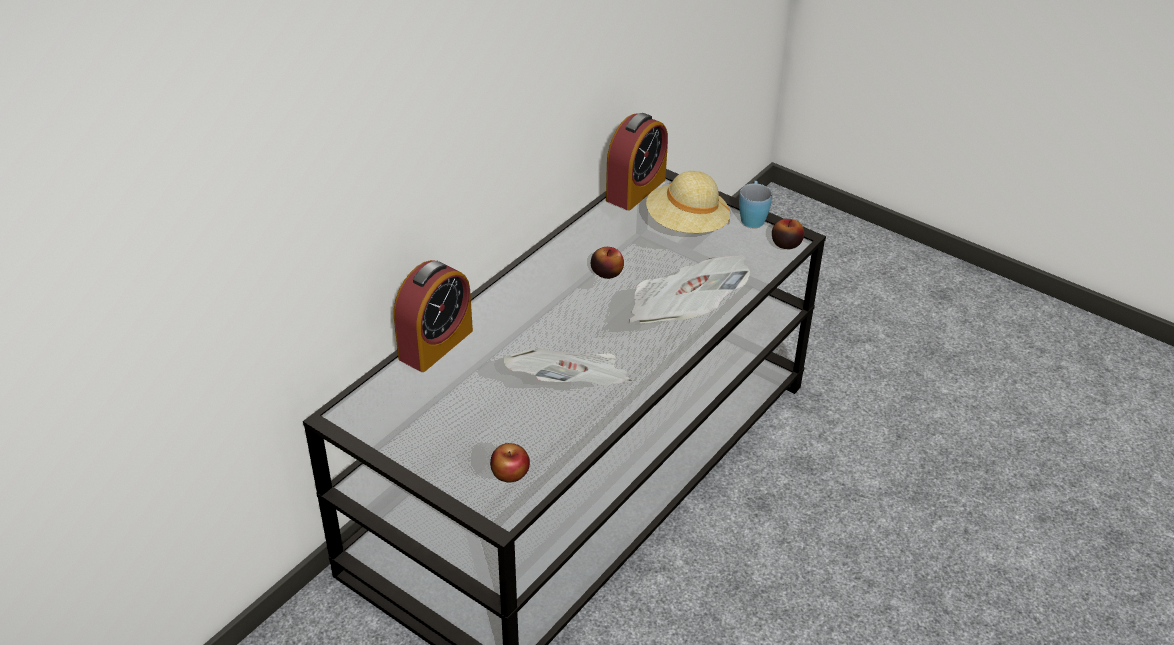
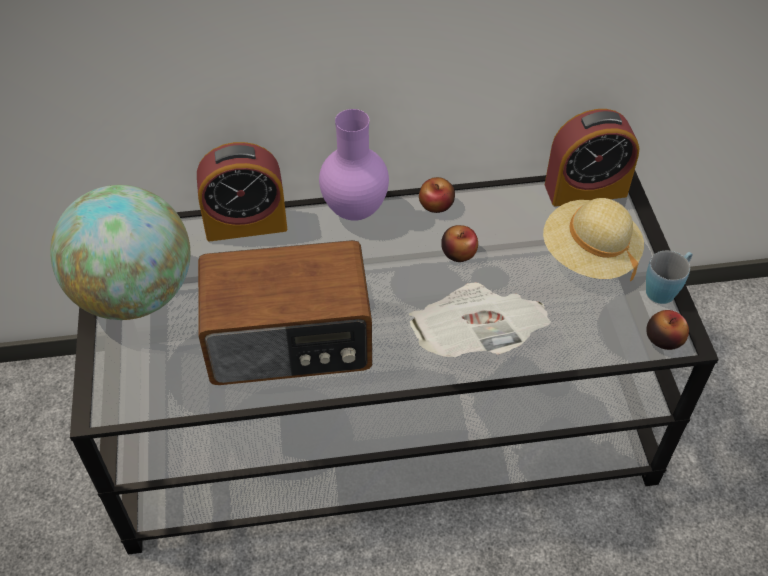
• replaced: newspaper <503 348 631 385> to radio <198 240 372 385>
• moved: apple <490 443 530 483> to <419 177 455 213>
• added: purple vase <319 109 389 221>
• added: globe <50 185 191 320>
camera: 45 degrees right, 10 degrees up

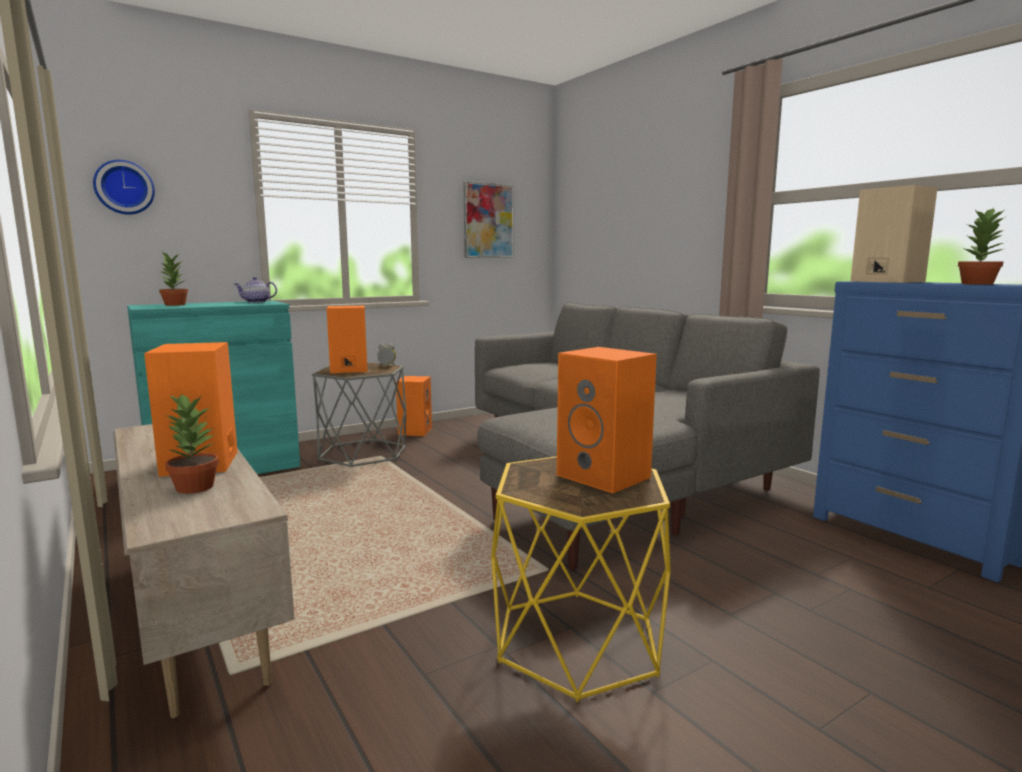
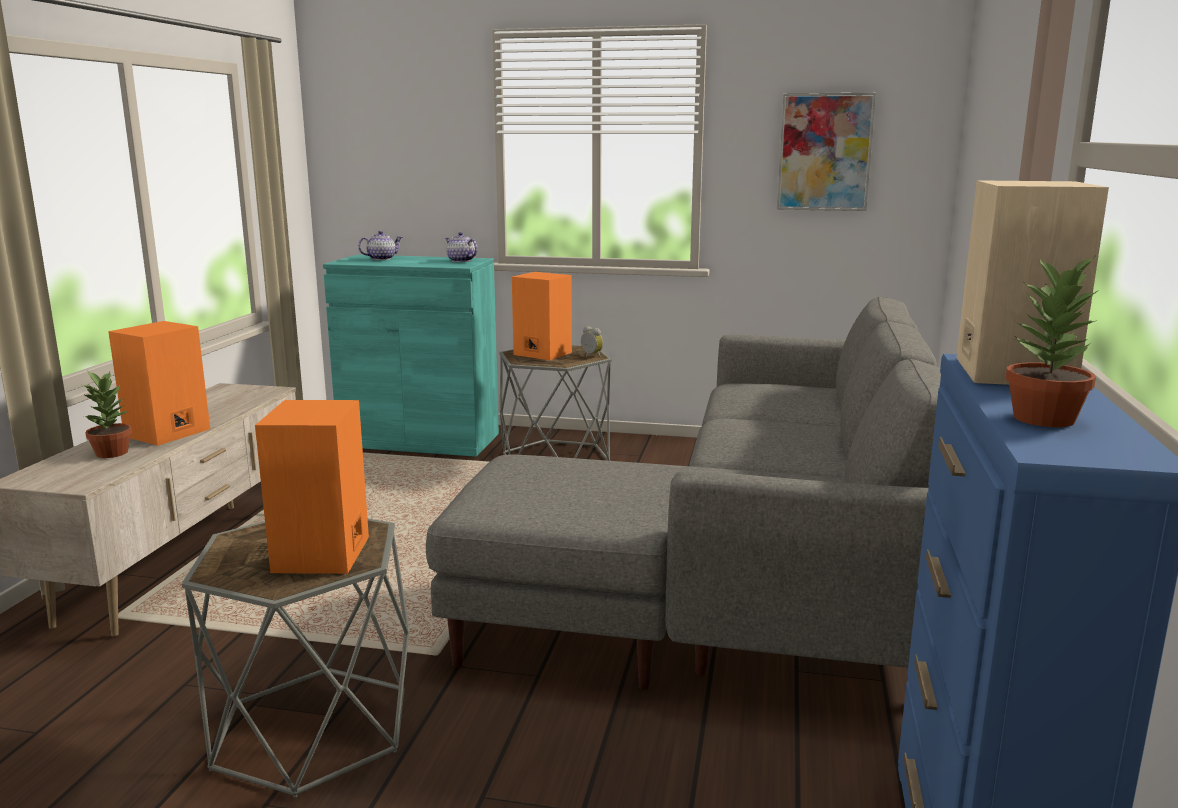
• removed: wall clock <93 160 155 215>
• replaced: potted plant <158 252 188 306> to teapot <358 231 403 260>
• removed: orange speaker <396 376 432 436>
• recoloured: yellow side table <491 456 671 702> to grey side table <182 519 409 798>
camera: 45 degrees right, 5 degrees up

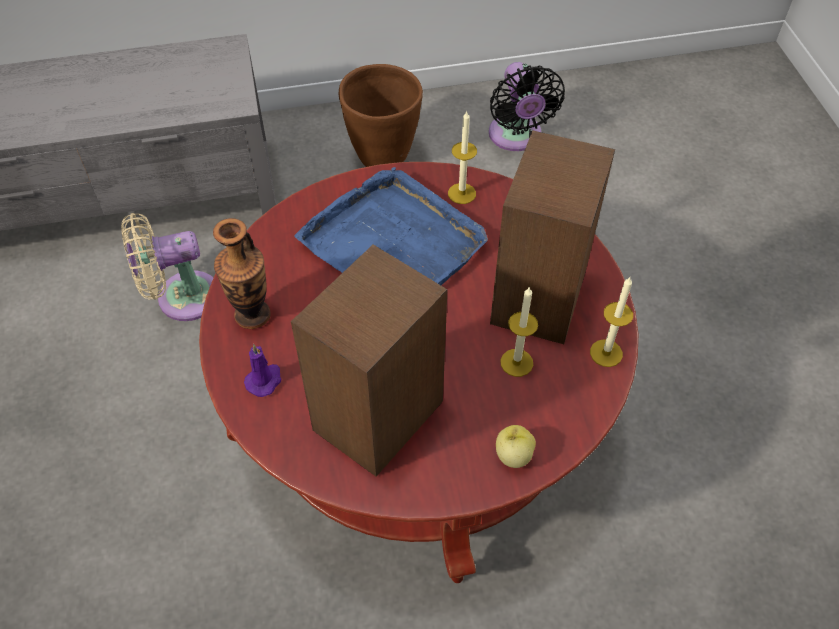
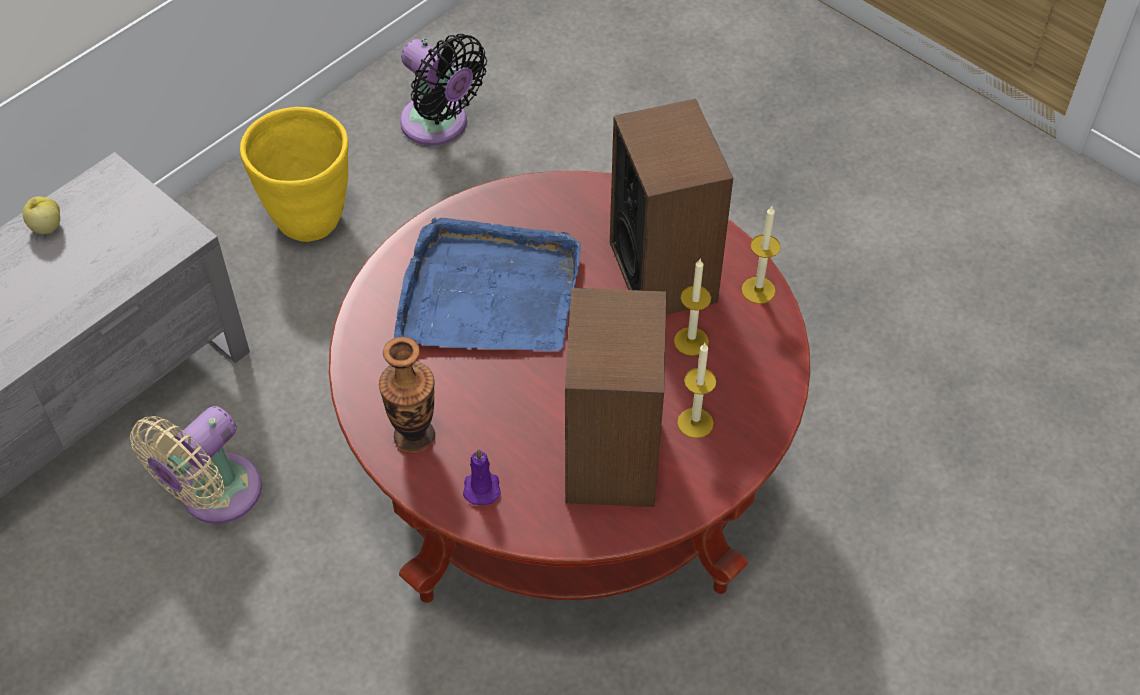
• recoloured: brown planter <339 64 423 167> to yellow planter <240 107 348 242>
• moved: candle <448 110 477 204> to <677 343 716 438>
• moved: apple <496 425 536 468> to <22 196 60 234>
camera: 35 degrees left, 0 degrees up

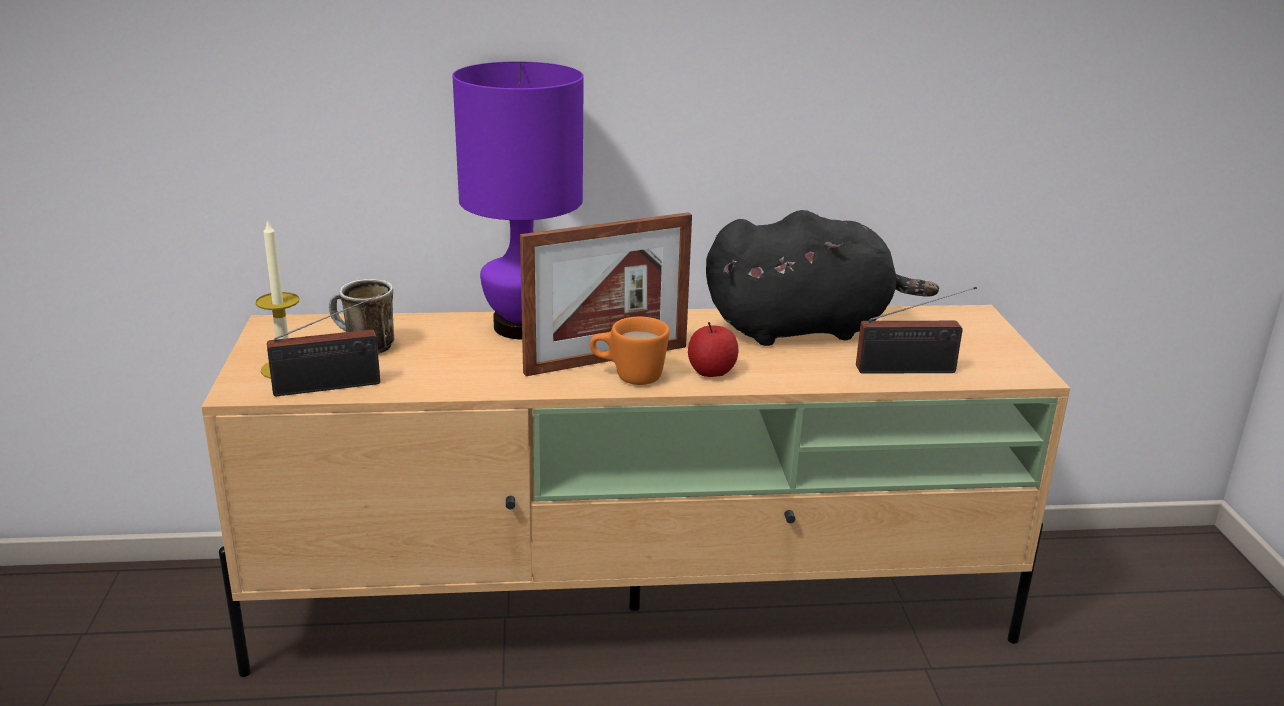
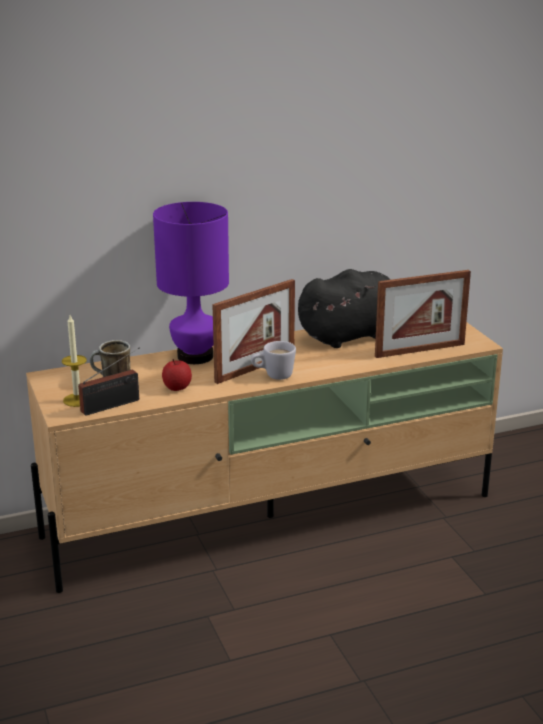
• replaced: radio <856 287 977 374> to picture frame <375 270 471 358>
• recoloured: orange mug <590 317 670 385> to white mug <251 341 296 380>
• moved: apple <688 322 739 377> to <162 359 192 391>
camera: 15 degrees left, 0 degrees up

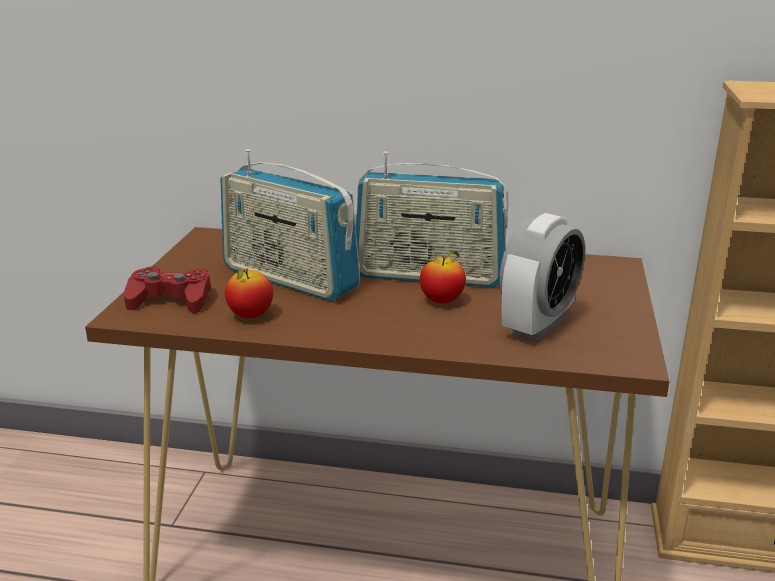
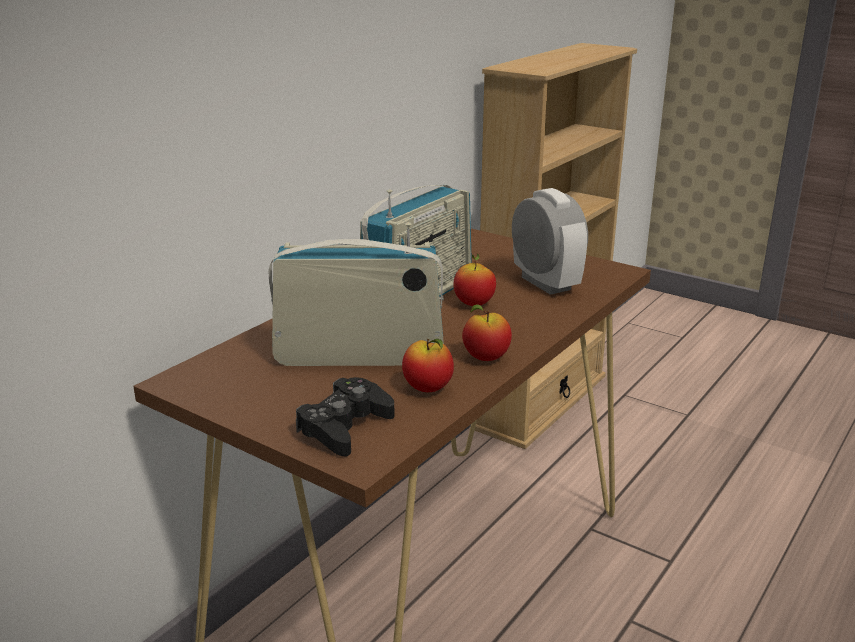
• turned: radio <220 149 360 301> = <268 222 444 366> 150 degrees counterclockwise
• recoloured: red game controller <124 267 211 313> to black game controller <296 377 395 456>
• added: apple <462 304 512 361>
camera: 65 degrees left, 0 degrees up

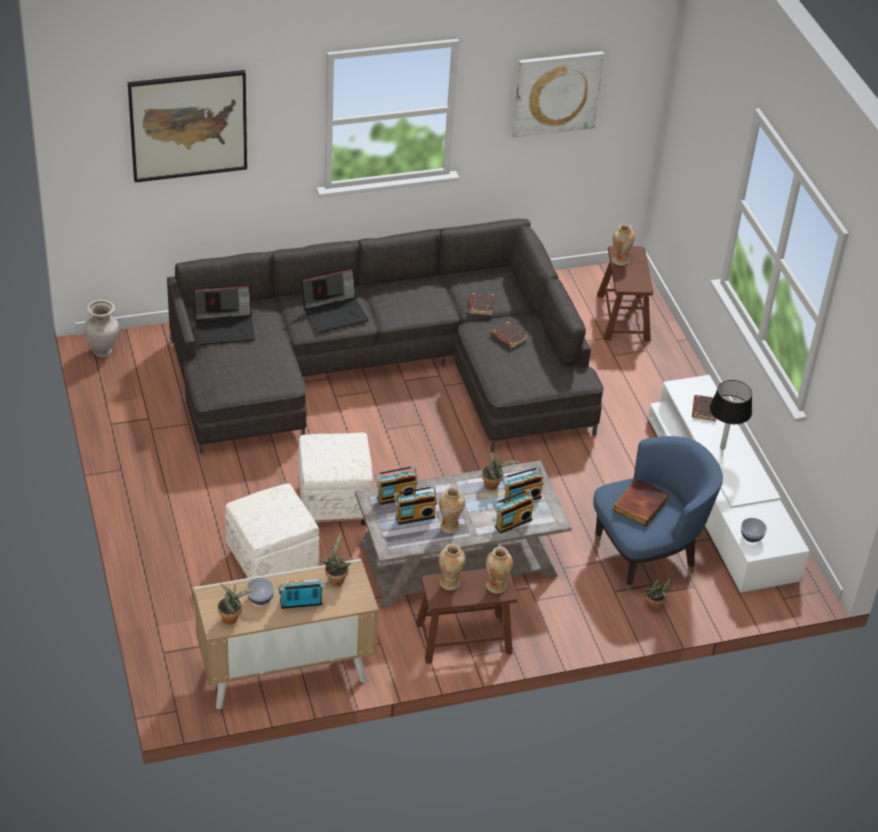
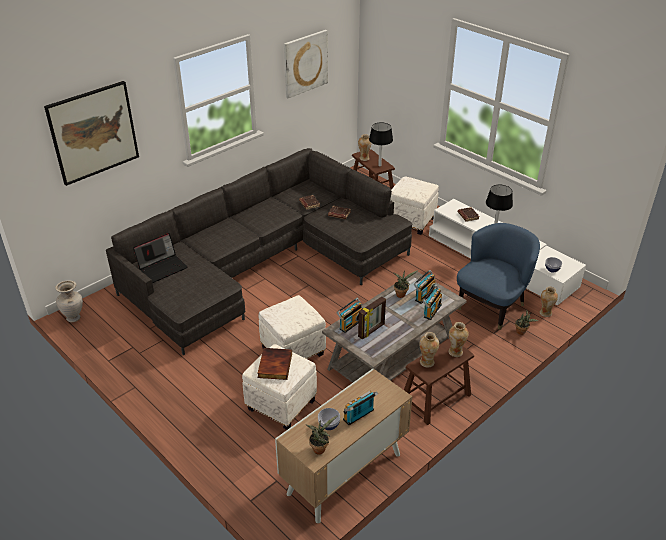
• removed: laptop <301 267 369 333>
• moved: book <612 478 669 527> to <257 348 292 380>
• replaced: radio <394 486 438 525> to picture frame <358 296 386 340>
• moved: vase <439 487 465 533> to <540 287 558 317>
• removed: potted plant <320 533 351 586>
• added: black table lamp <369 122 393 167>
• added: white ottoman <390 177 439 235>
camera: 25 degrees left, 5 degrees down

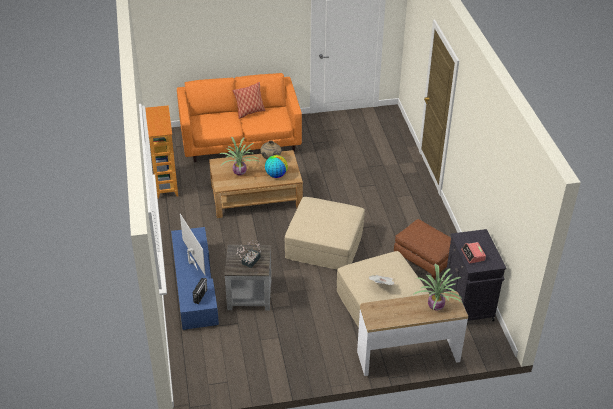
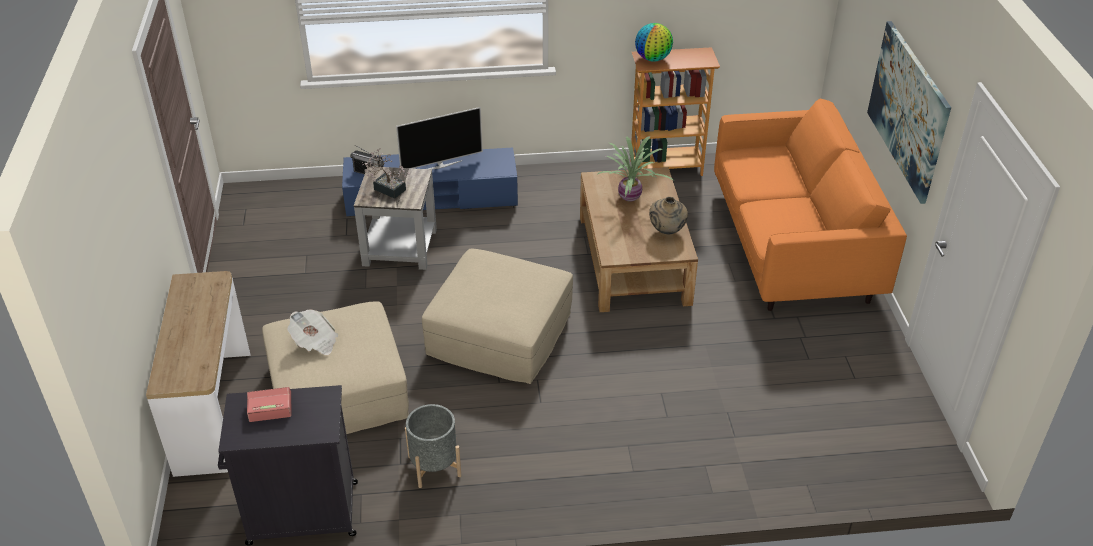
• removed: pillow <233 82 266 119>
• moved: globe <265 155 288 178> to <635 23 673 62>
• replaced: brown ottoman <394 219 451 280> to grey planter <405 404 461 488>
• removed: potted plant <413 264 462 310>
• added: picture <867 21 951 204>
camera: 95 degrees right, 0 degrees up

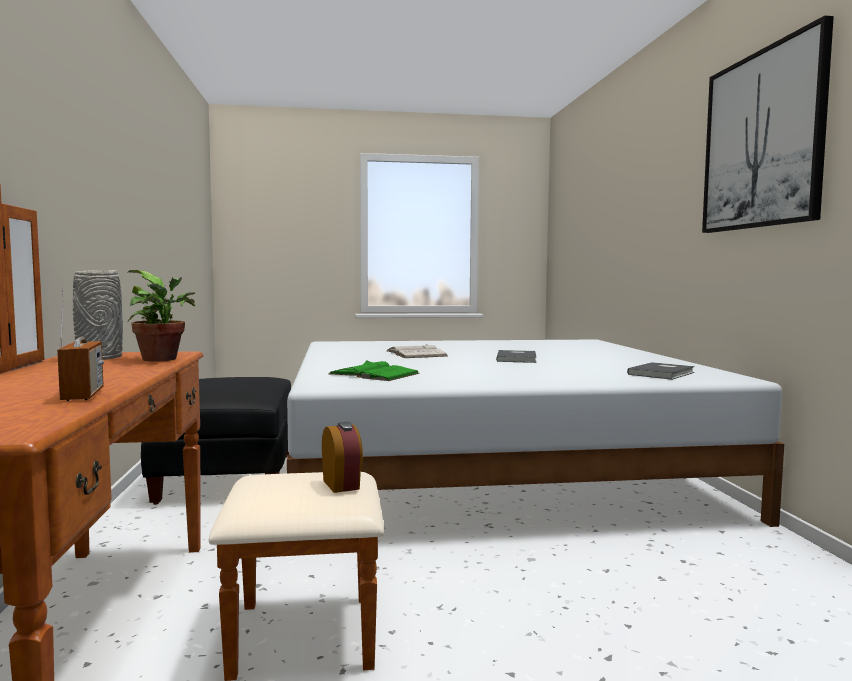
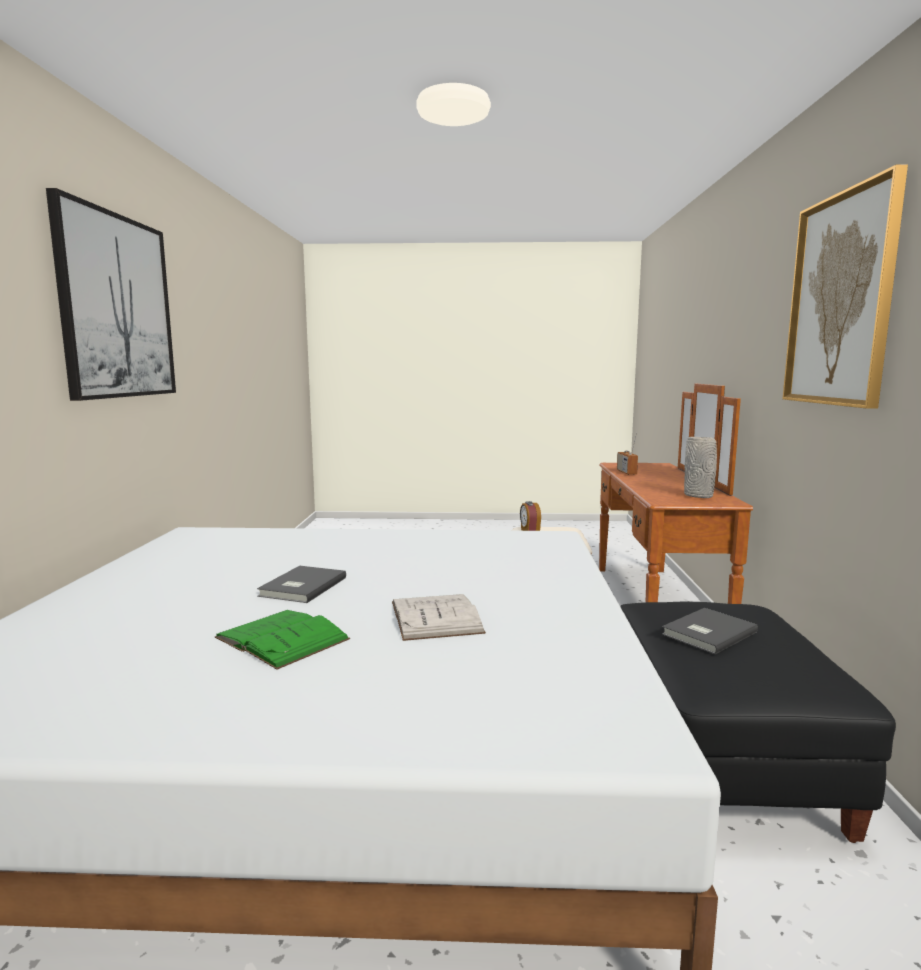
• removed: potted plant <127 270 195 362>
• moved: green book <329 360 420 381> to <215 610 350 670>
• moved: grey book <627 362 695 380> to <662 608 758 654>
• added: picture <783 164 908 409>
camera: 170 degrees left, 5 degrees up

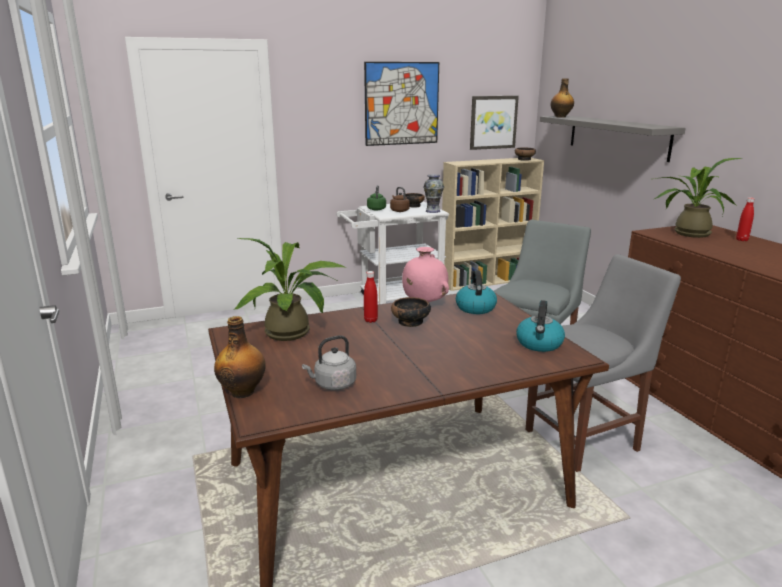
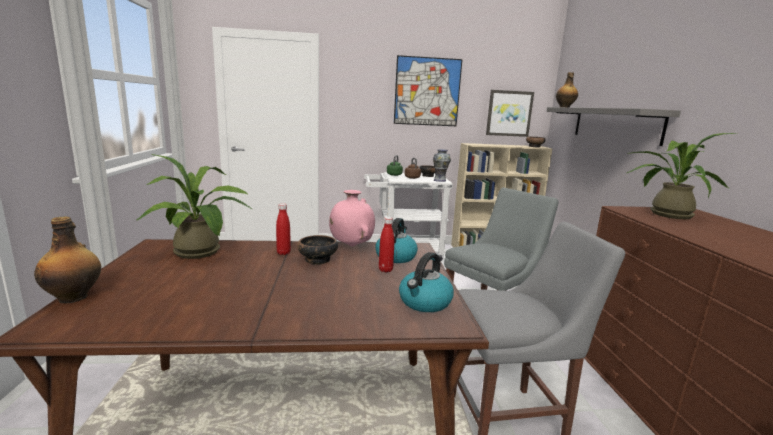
• moved: red bottle <736 197 755 241> to <379 217 394 272>
• removed: grey kettle <302 335 356 390>
camera: 15 degrees right, 5 degrees down

